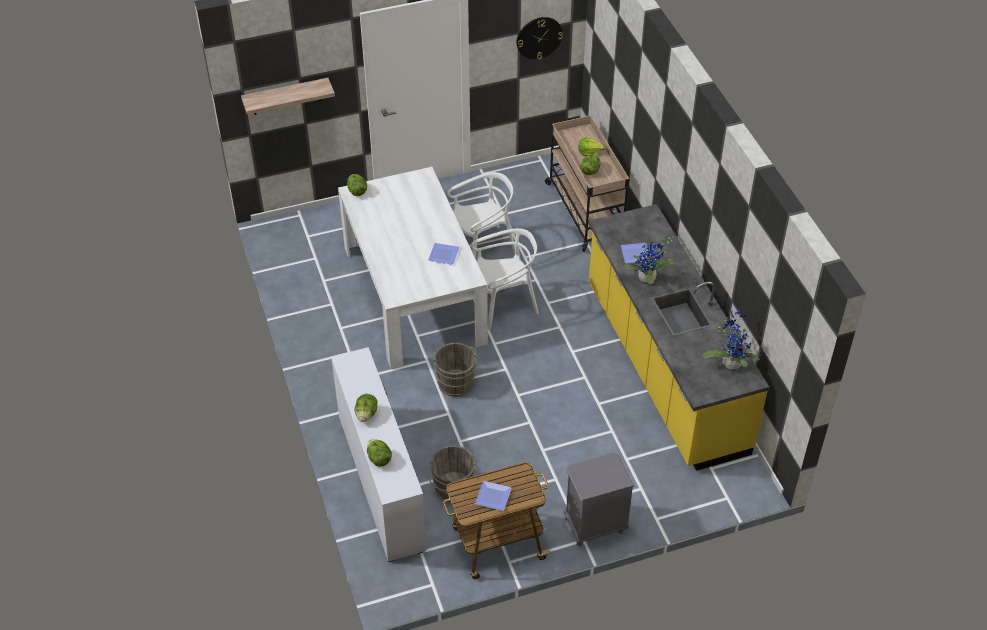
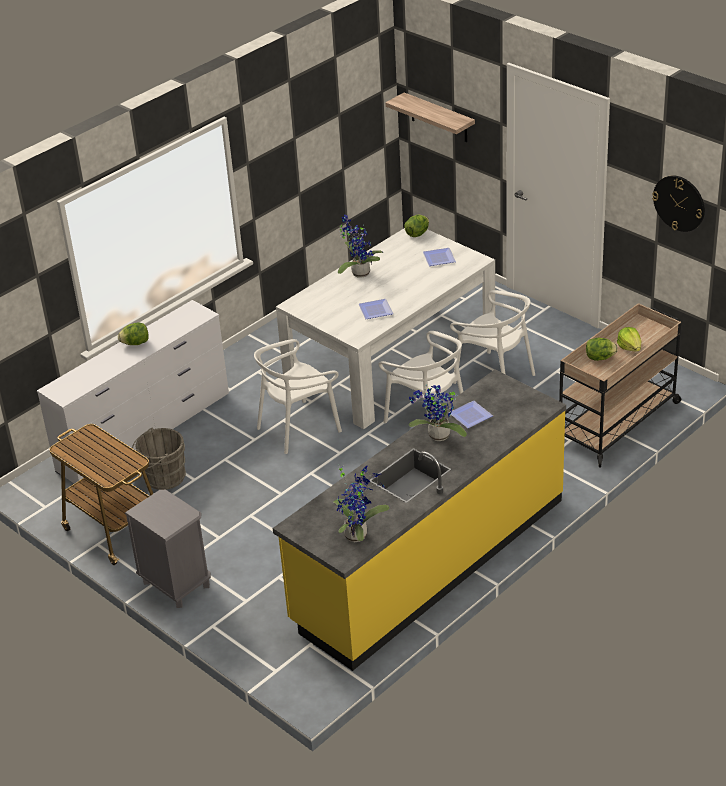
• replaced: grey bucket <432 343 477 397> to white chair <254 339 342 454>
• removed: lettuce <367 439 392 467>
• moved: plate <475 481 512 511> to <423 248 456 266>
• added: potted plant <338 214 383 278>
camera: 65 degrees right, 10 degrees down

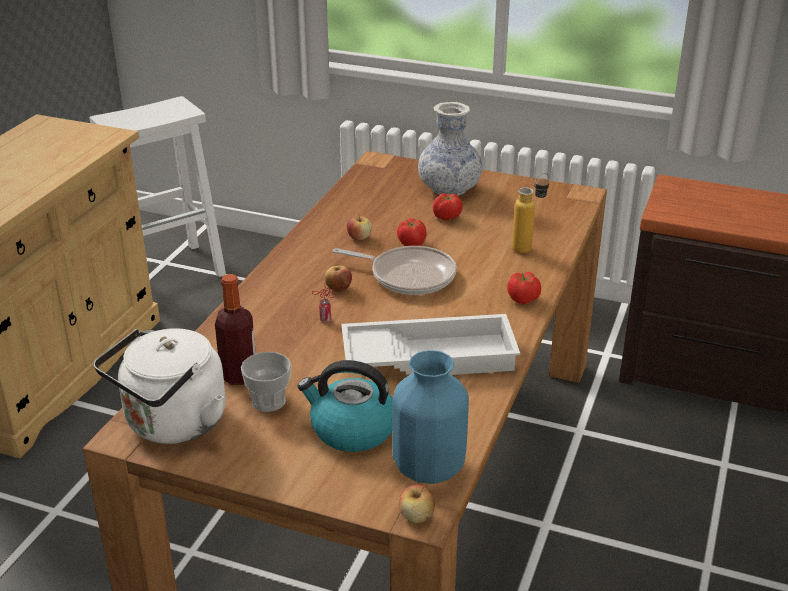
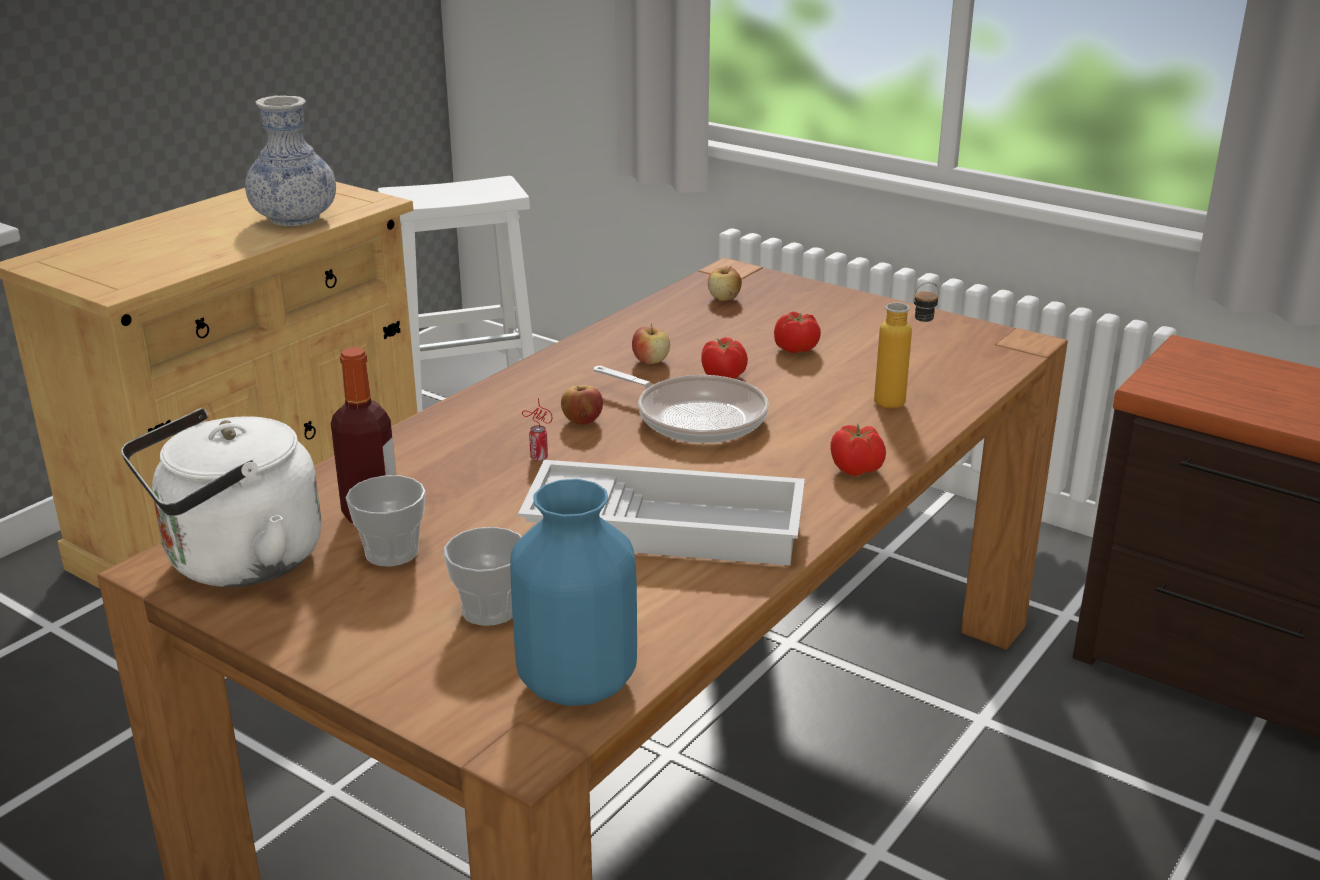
• moved: vase <418 102 482 196> to <245 95 336 226>
• replaced: kettle <297 360 393 452> to cup <444 527 522 626>
• moved: apple <399 484 435 523> to <708 266 742 301>
camera: 15 degrees right, 5 degrees down

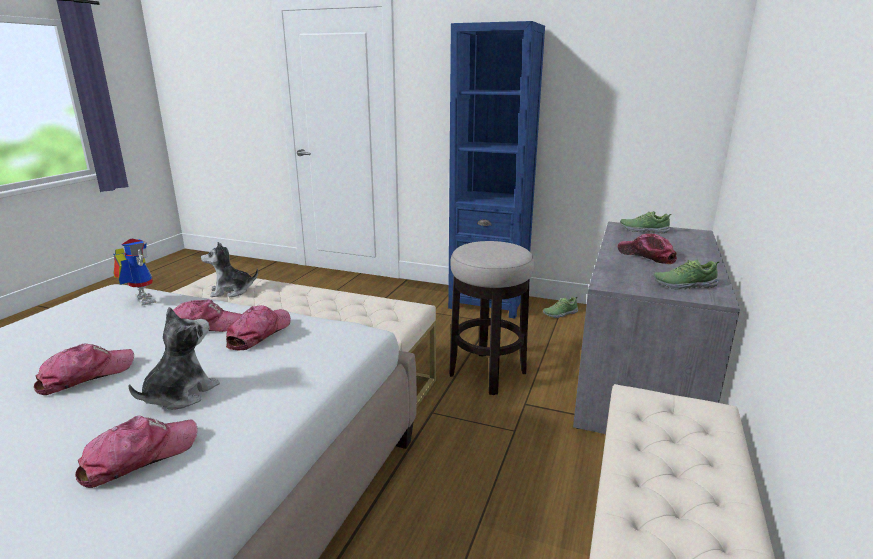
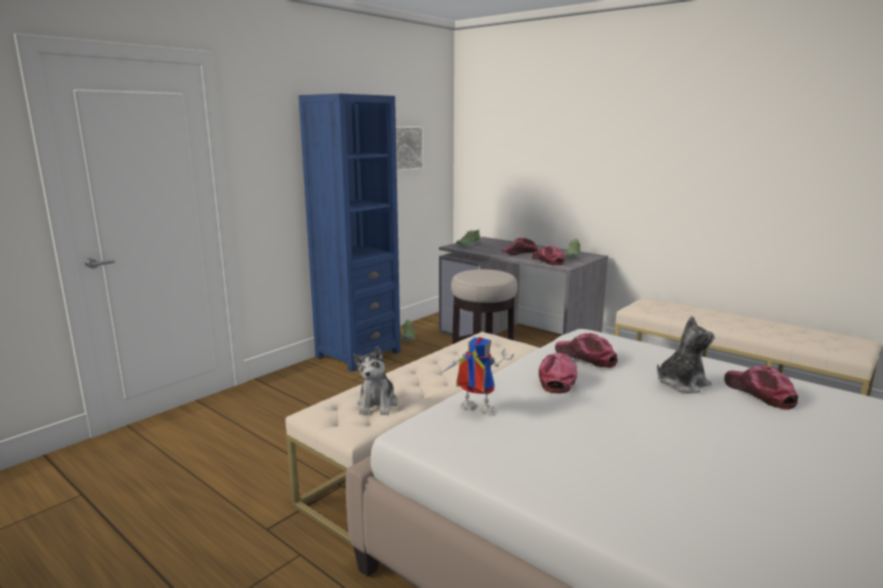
• turned: toy robot <113 239 156 305> = <440 337 514 414> 45 degrees clockwise
• turned: plush toy <128 307 220 410> = <657 316 715 393> 105 degrees clockwise
• moved: cap <34 344 134 395> to <532 246 565 266>
• added: picture <396 126 424 172>
camera: 70 degrees left, 5 degrees down

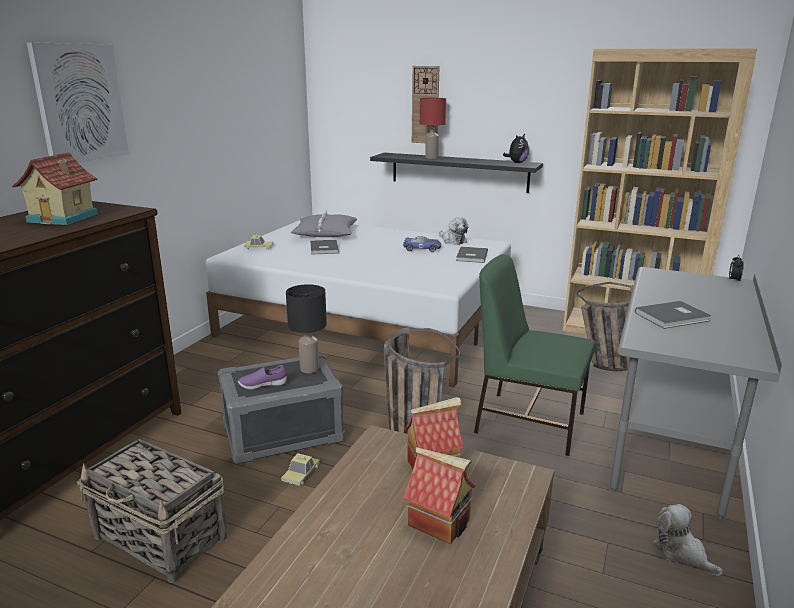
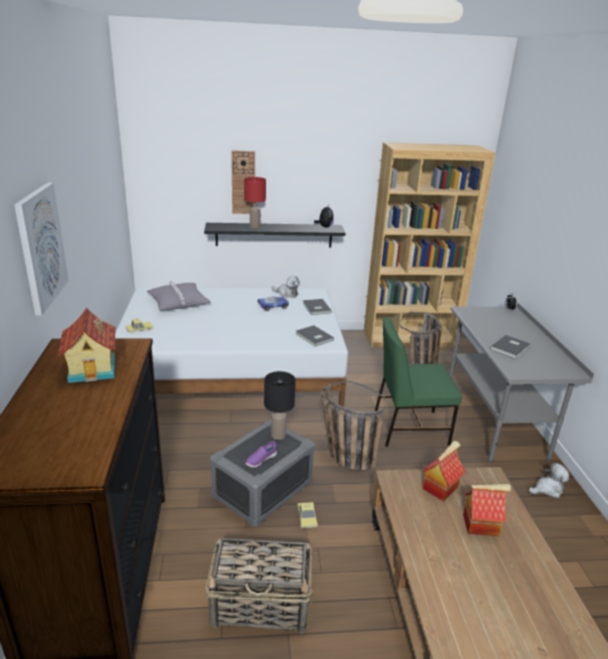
• moved: grey book <310 240 339 255> to <296 325 334 346>
• turned: plush toy <653 504 723 576> = <529 463 569 498> 135 degrees clockwise
camera: 30 degrees left, 5 degrees up

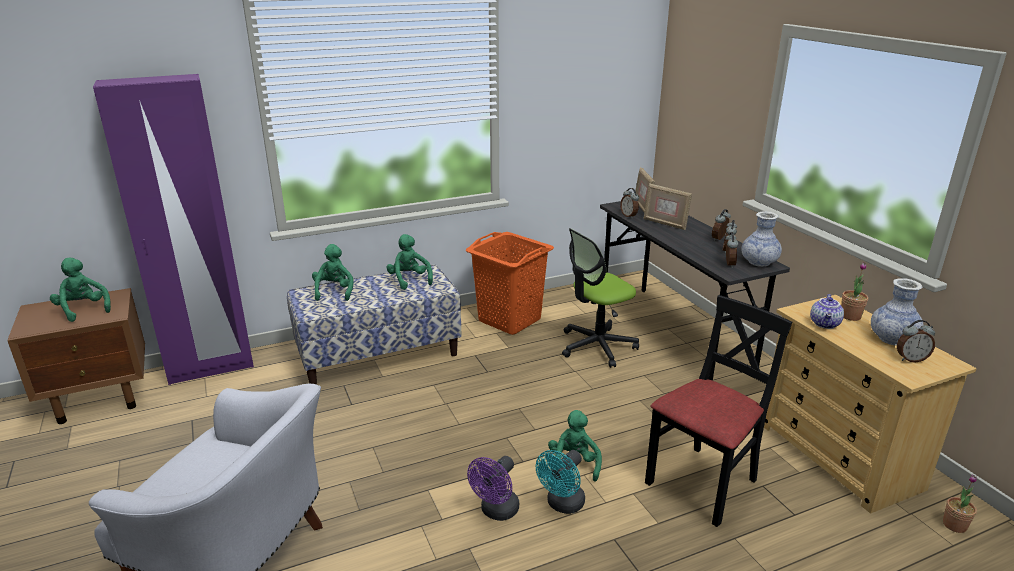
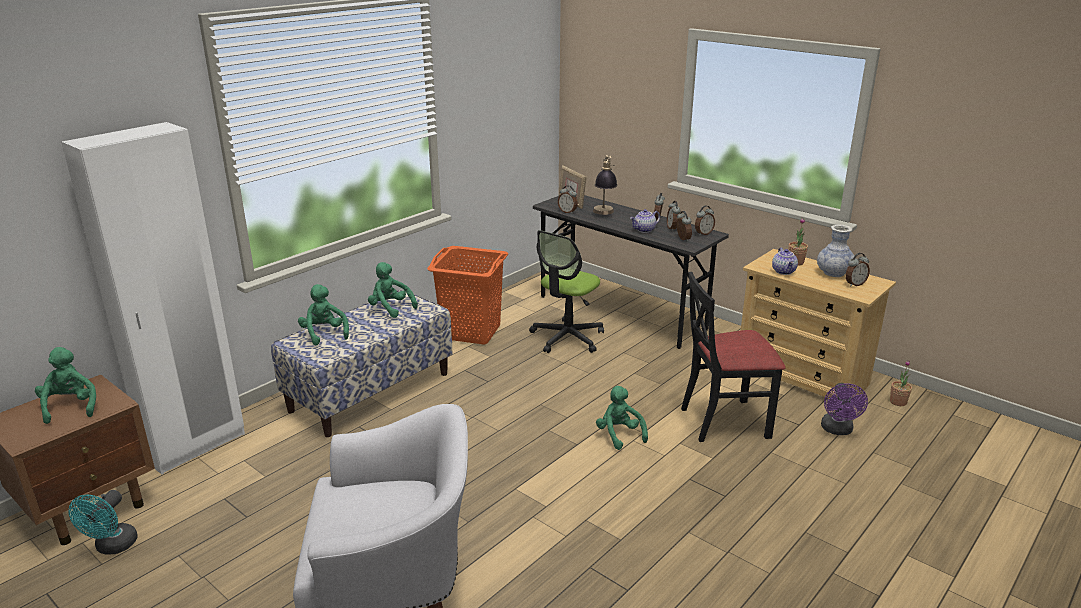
• recoloured: purple wardrobe <93 74 254 385> to white wardrobe <61 122 245 475>
• replaced: picture frame <644 183 692 230> to table lamp <593 155 617 215>
• replaced: vase <742 211 782 267> to alarm clock <695 206 715 236>
• turned: green plush toy <50 258 111 322> = <35 347 96 424> 45 degrees clockwise
• turned: black chair <645 295 792 527> = <681 272 786 442> 120 degrees counterclockwise
• moved: turquoise fan <536 450 585 514> to <68 490 138 555>
• moved: purple fan <467 456 519 521> to <821 383 868 435>
• added: teapot <630 209 660 233>
camera: 25 degrees left, 0 degrees up

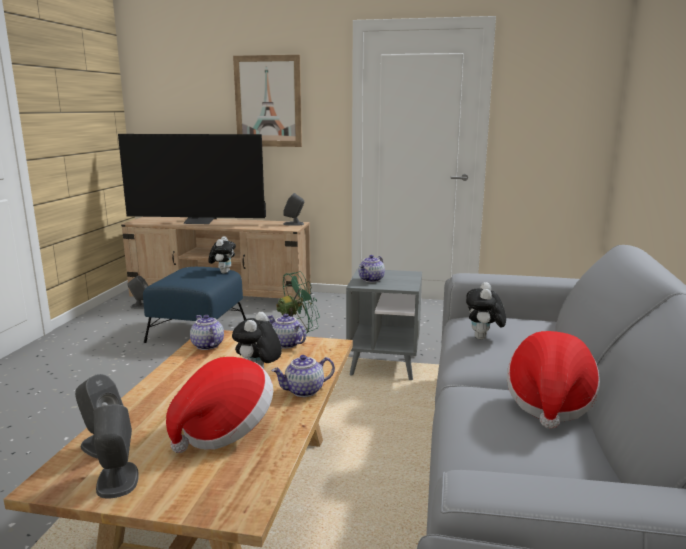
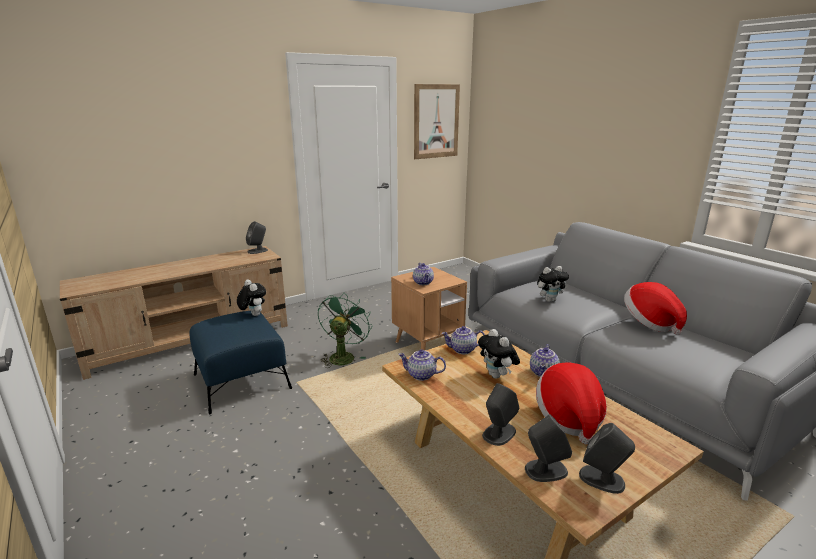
• moved: picture <233 55 302 147> to <414 84 460 159>
• removed: television <118 134 266 224>
• recoloured: grey side table <346 269 422 380> to brown side table <391 267 467 351>
• moved: grey speaker <127 276 148 309> to <482 383 519 446>
• turned: plush toy <466 282 506 339> = <537 266 569 302> 75 degrees counterclockwise
camera: 45 degrees left, 5 degrees up

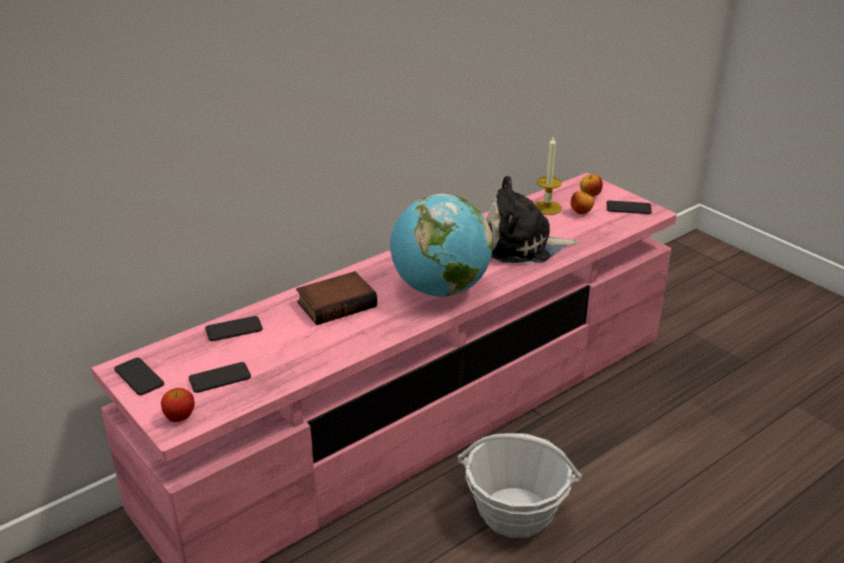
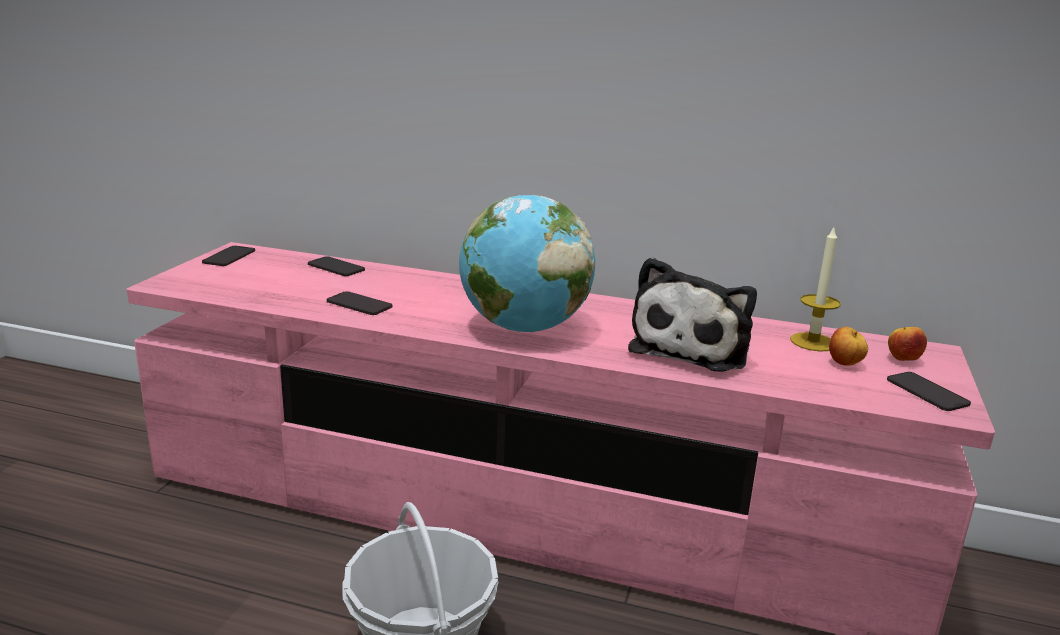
• turned: plush toy <486 176 578 263> = <628 257 757 372> 120 degrees counterclockwise
• removed: book <296 271 377 325>
• moved: phone <189 362 251 393> to <327 291 393 315>
• removed: apple <161 388 195 422>
camera: 55 degrees right, 10 degrees down

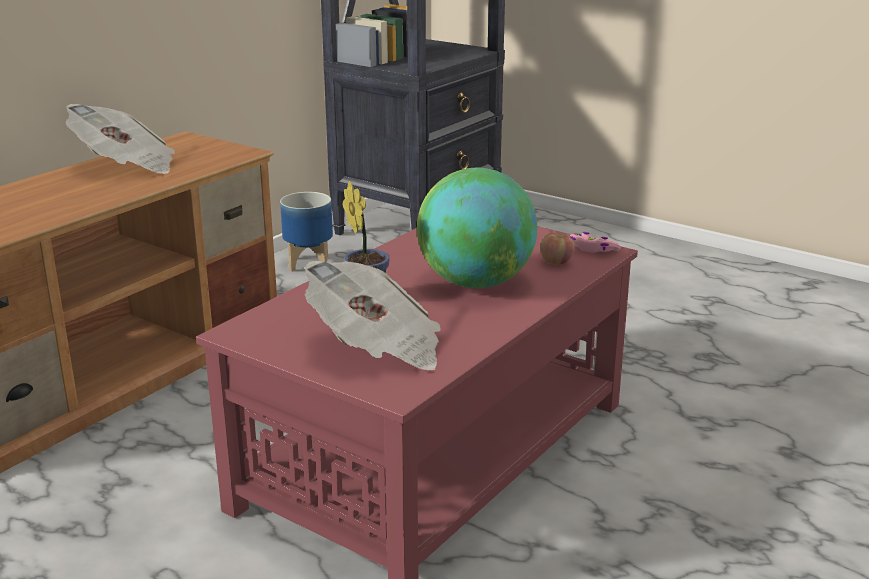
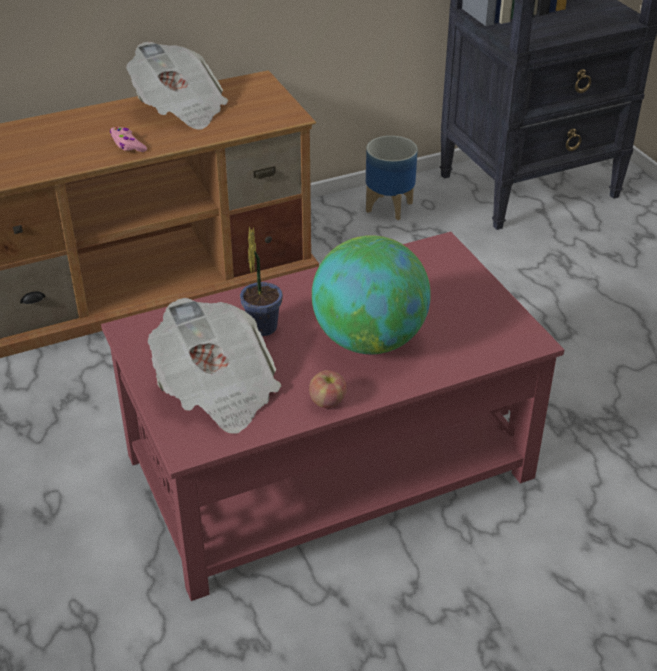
• moved: pink game controller <570 232 621 253> to <110 127 147 152>
• moved: apple <541 233 575 265> to <309 370 347 408>
camera: 30 degrees right, 15 degrees up

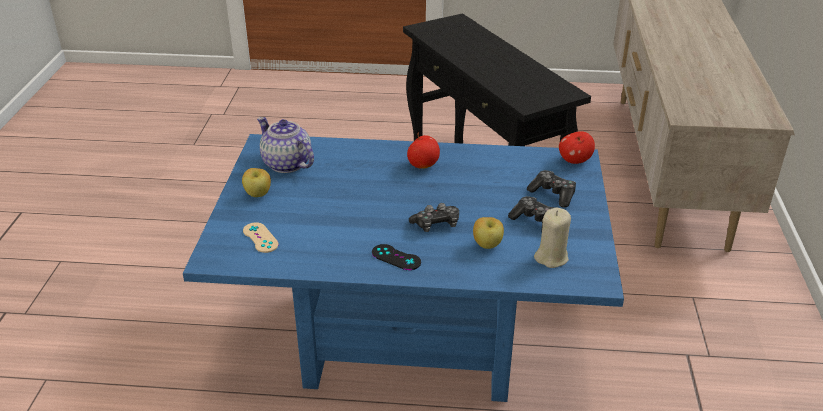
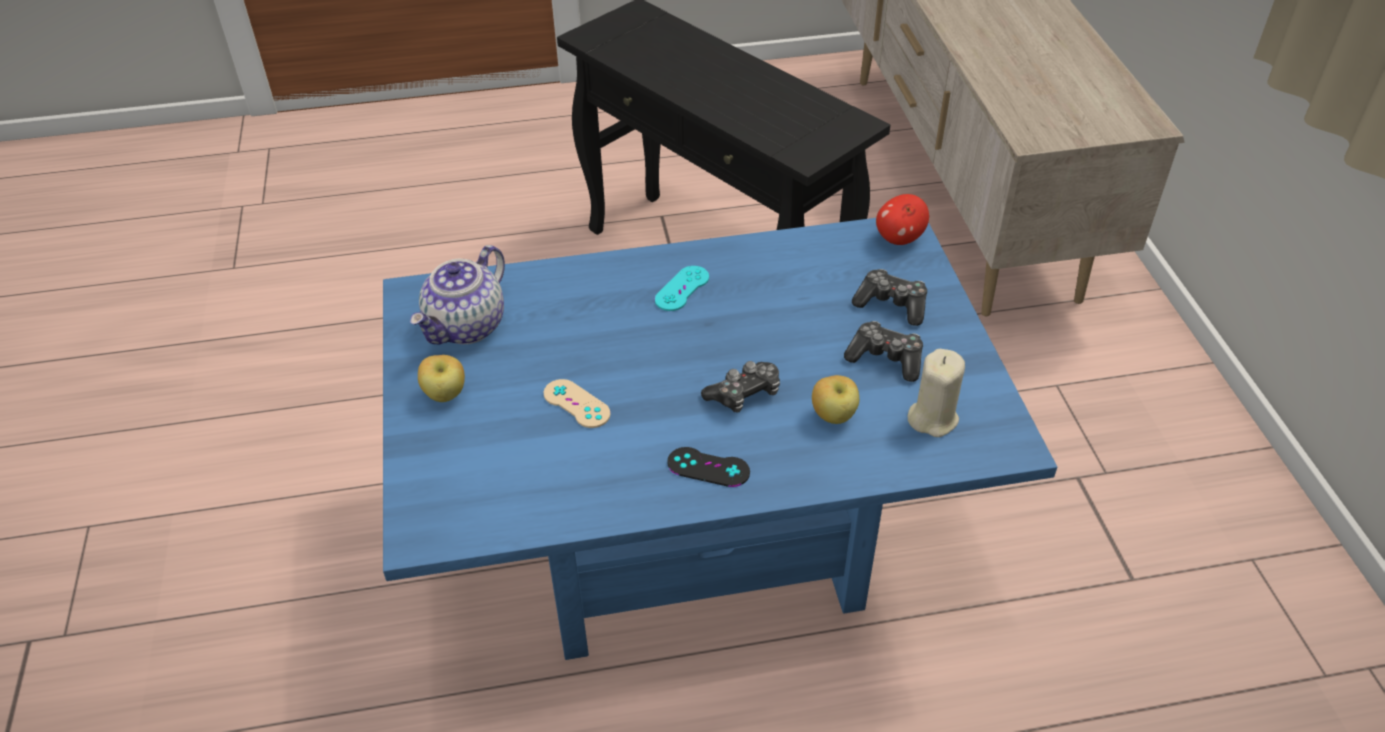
• turned: teapot <257 117 314 173> = <410 245 505 344> 90 degrees counterclockwise
• replaced: apple <407 133 440 169> to turquoise game controller <654 266 709 311>
• moved: beige game controller <243 222 279 253> to <544 379 611 428>
camera: 15 degrees left, 10 degrees up

